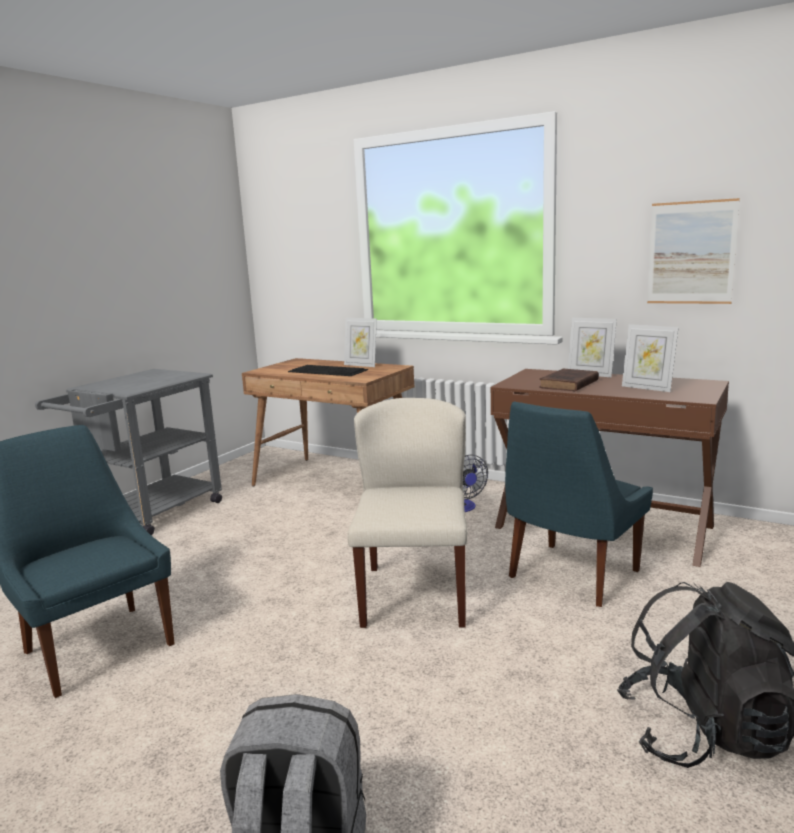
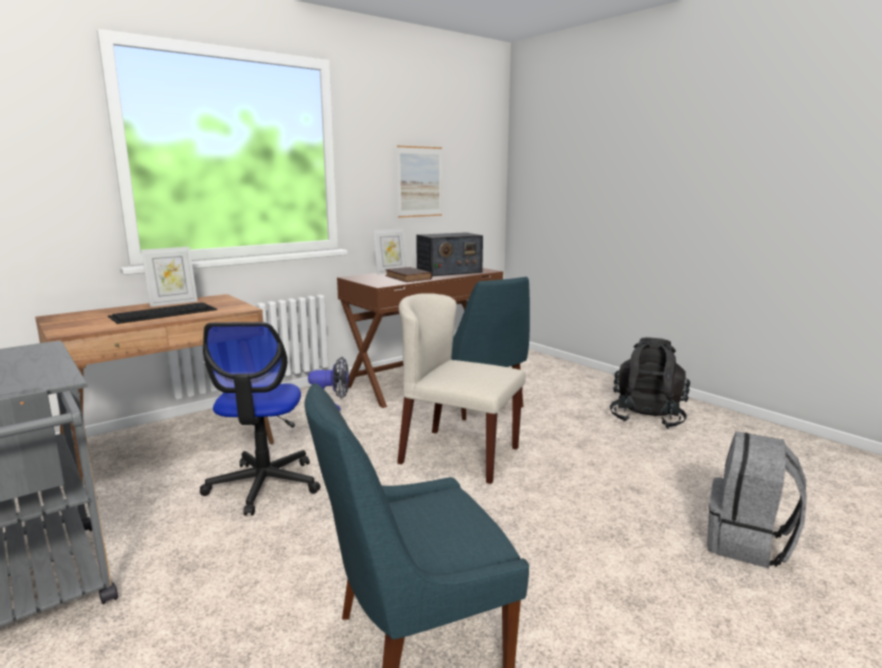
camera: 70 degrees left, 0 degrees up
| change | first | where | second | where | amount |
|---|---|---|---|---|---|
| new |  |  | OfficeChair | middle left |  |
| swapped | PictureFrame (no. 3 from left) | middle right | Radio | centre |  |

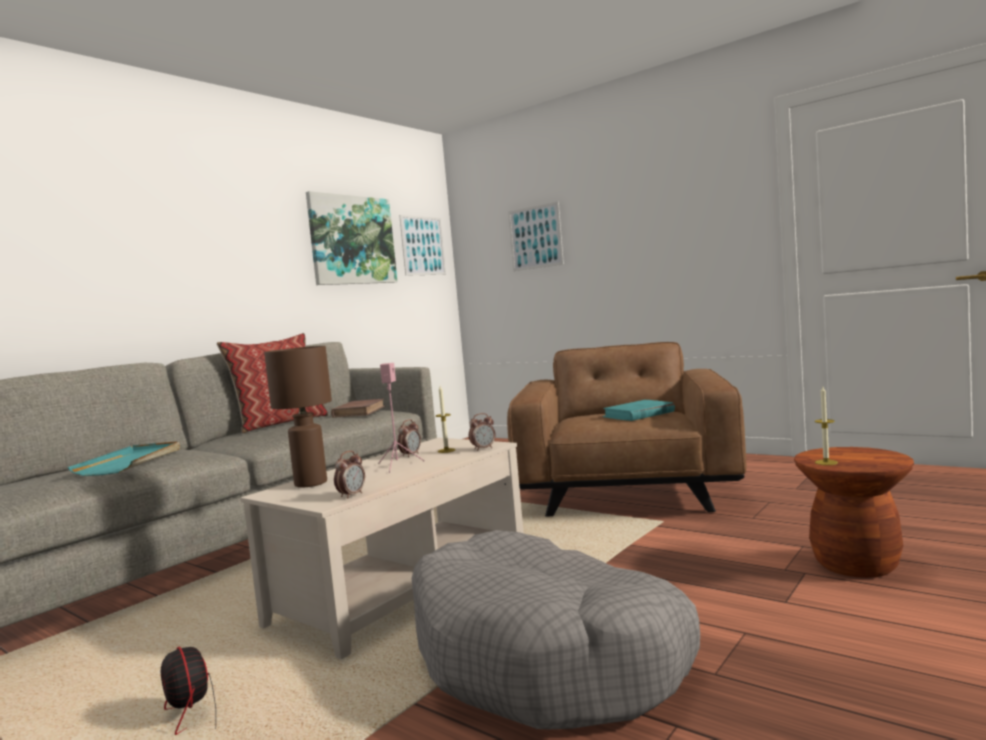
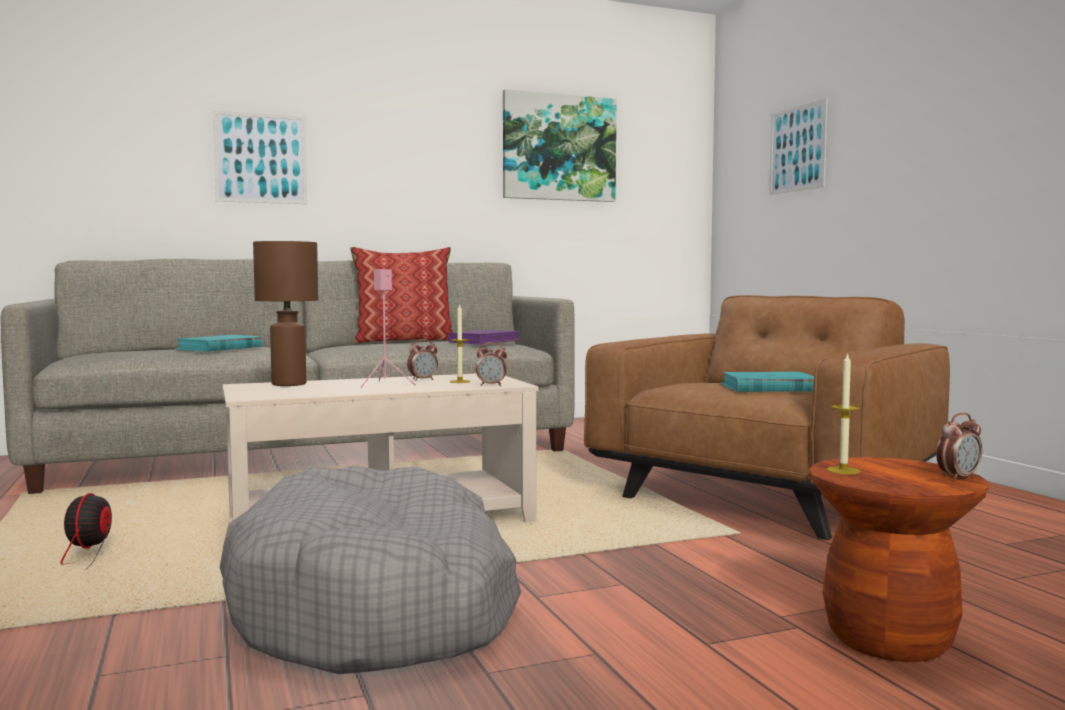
camera: 30 degrees right, 0 degrees up
| change | first | where | second | where | amount |
|---|---|---|---|---|---|
| swapped | TurquoiseTray | middle left | TurquoiseBook (no. 1 from left) | middle left |  |
| shifted | Picture (no. 2 from left in the first image) | top centre | Picture (no. 1 from left) | top left |  |
| repainted | BrownBook | centre | PurpleBook | centre |  |
| shifted | AlarmClock (no. 1 from left in the first image) | centre | AlarmClock (no. 3 from left) | middle right |  |

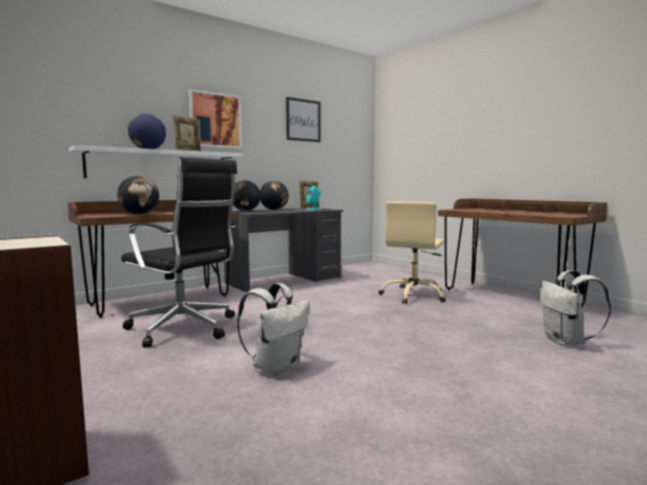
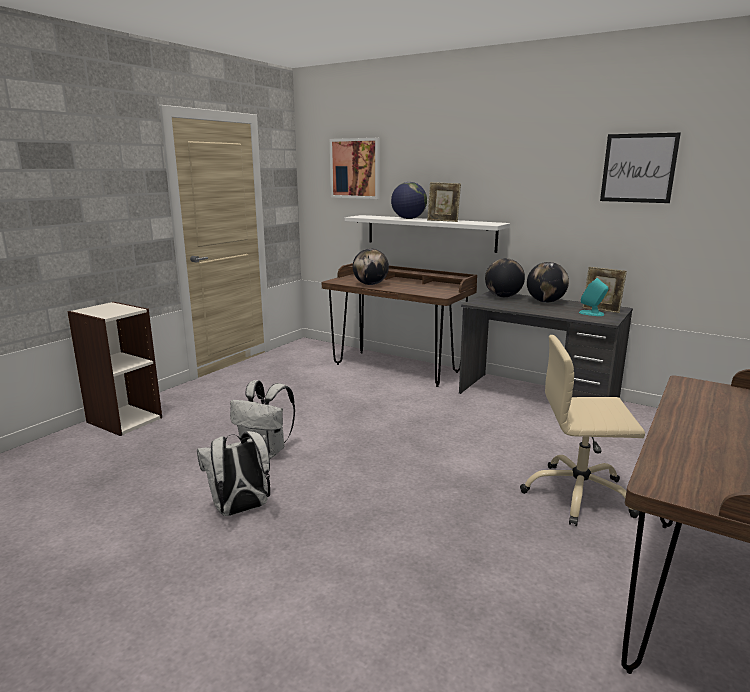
camera: 70 degrees right, 10 degrees up
| change | first | where | second | where | amount |
|---|---|---|---|---|---|
| shifted | WhiteBackpack (no. 2 from left in the first image) | middle right | WhiteBackpack (no. 1 from left) | bottom left |  |
| shifted | Picture (no. 1 from left) | top left |  | top centre |  |
| gone | BlackOfficeChair | middle left |  |  |  |

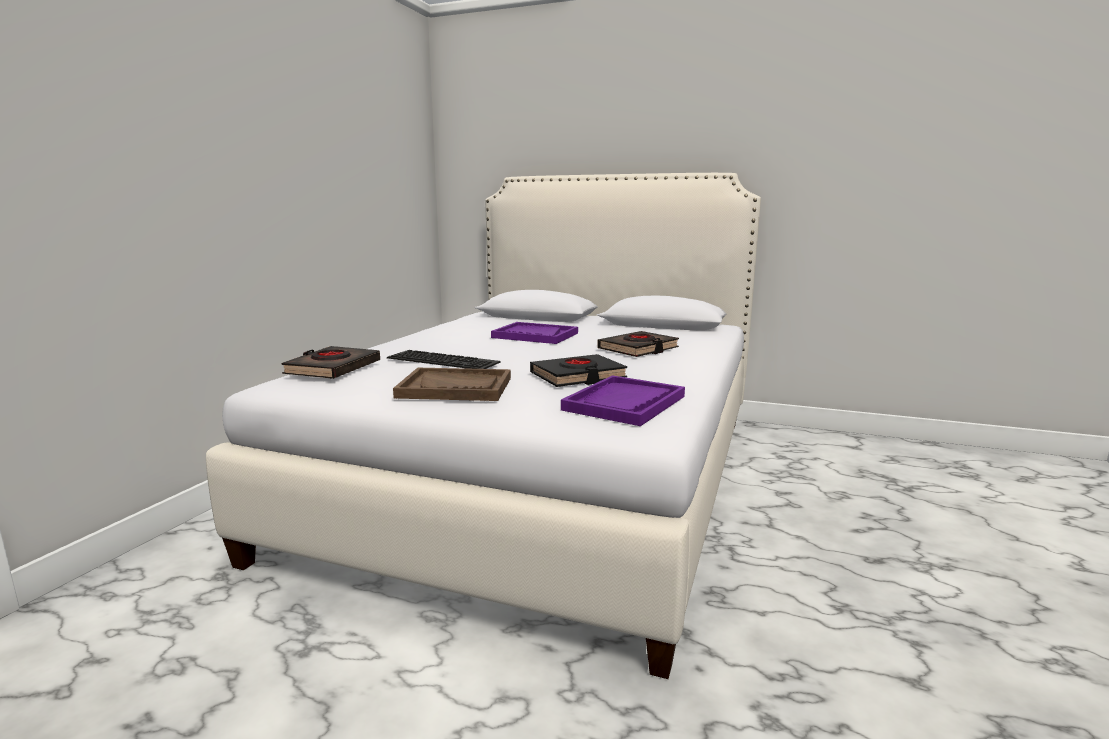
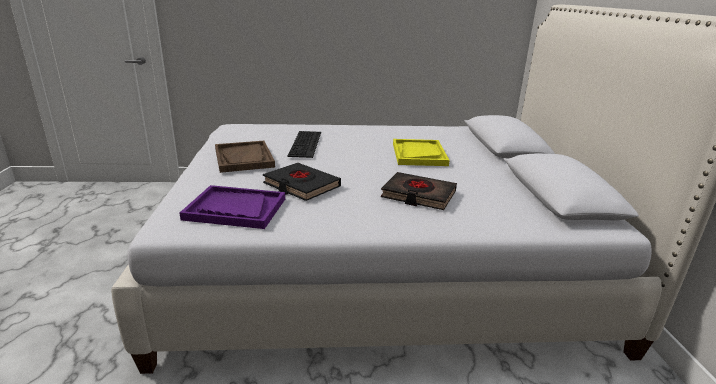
camera: 65 degrees right, 10 degrees up
| change | first | where | second | where | amount |
|---|---|---|---|---|---|
| repainted | PurpleTray (no. 1 from left) | centre | YellowTray | centre |  |
| gone | BlackBook (no. 1 from left) | middle left |  |  |  |

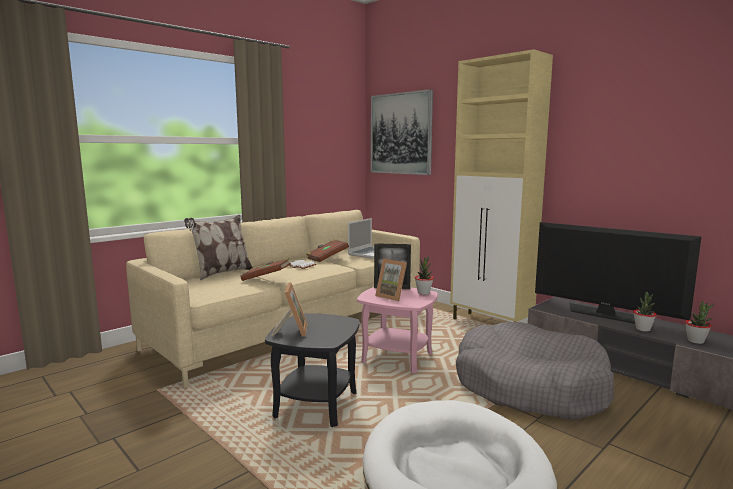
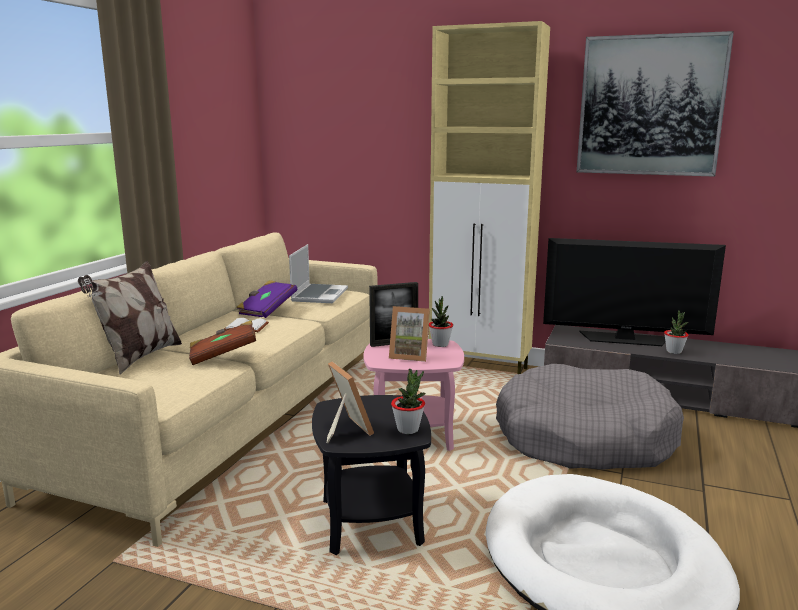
camera: 25 degrees left, 5 degrees up
| change | first | where | second | where | amount |
|---|---|---|---|---|---|
| repainted | BrownBook (no. 2 from left) | centre | PurpleBook | centre |  |
| shifted | PottedPlant (no. 3 from left in the first image) | middle right | PottedPlant (no. 1 from left) | centre |  |
| shifted | Picture | top centre |  | top right |  |

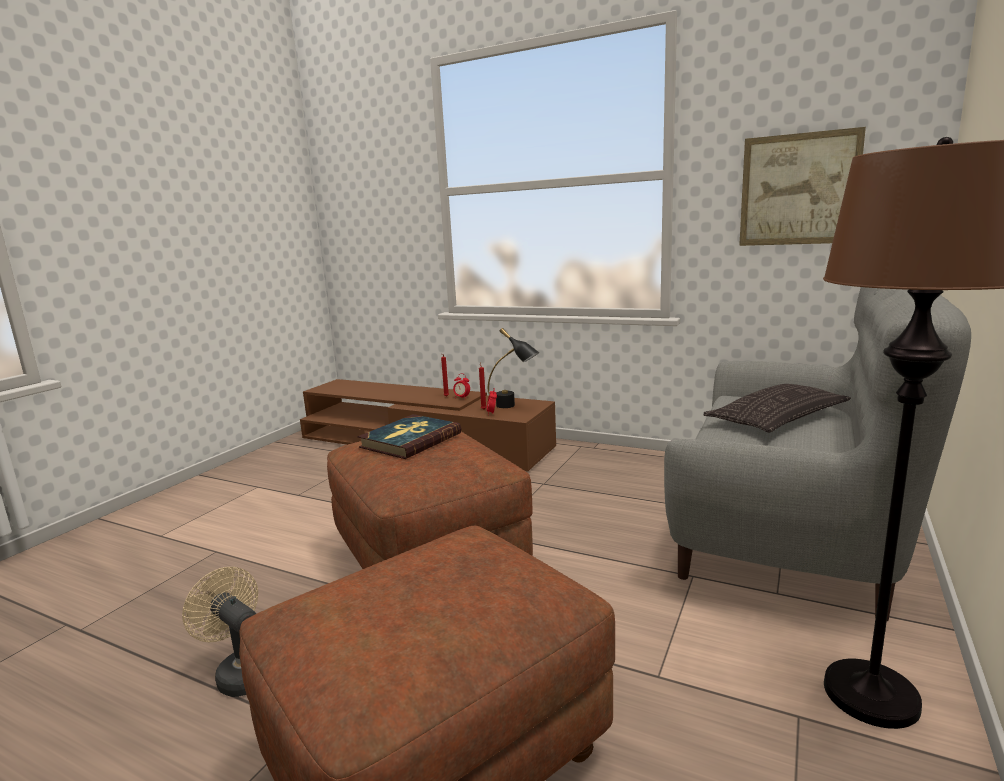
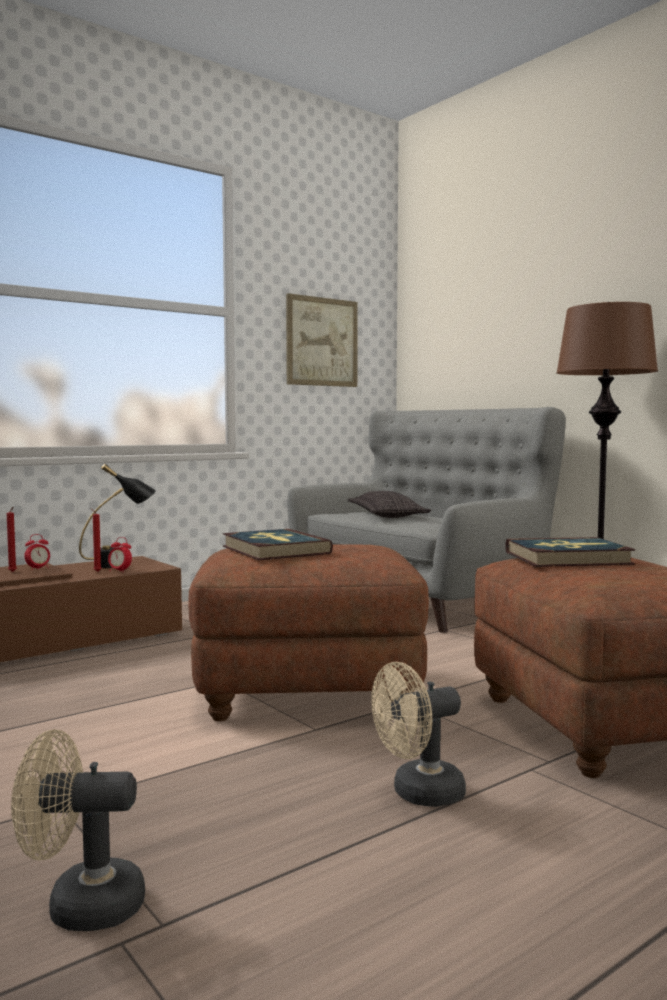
camera: 65 degrees left, 10 degrees down
| change | first | where | second | where | amount |
|---|---|---|---|---|---|
| new |  |  | BeigeFan (no. 1 from left) | bottom left |  |
| new |  |  | Book (no. 2 from left) | middle right |  |

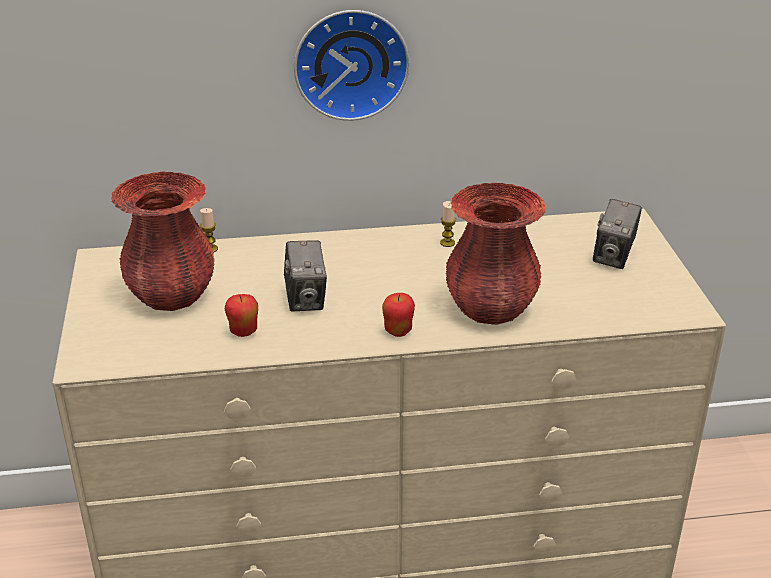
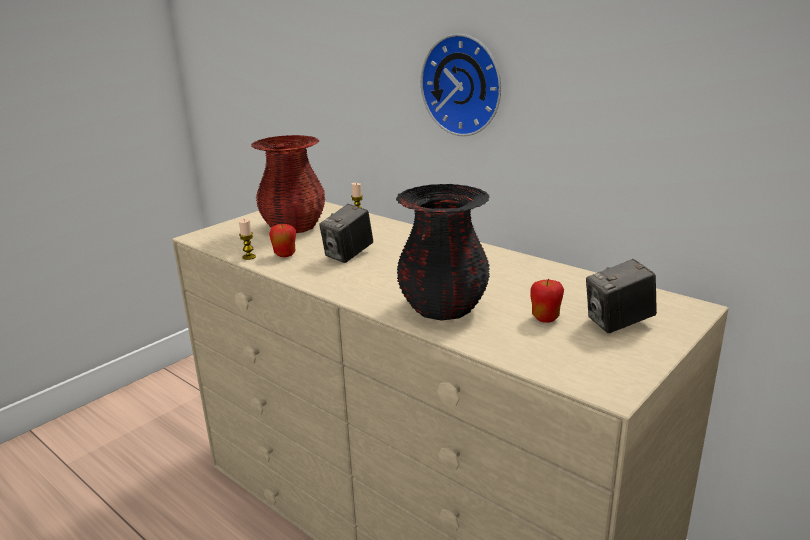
camera: 50 degrees right, 10 degrees down
| change | first | where | second | where | amount |
|---|---|---|---|---|---|
| shifted | Candle (no. 2 from left in the first image) | centre | Candle (no. 1 from left) | middle left |  |
| repainted | RedVase (no. 2 from left) | centre | BlackVase | centre |  |
| shifted | Apple (no. 2 from left) | centre |  | middle right |  |

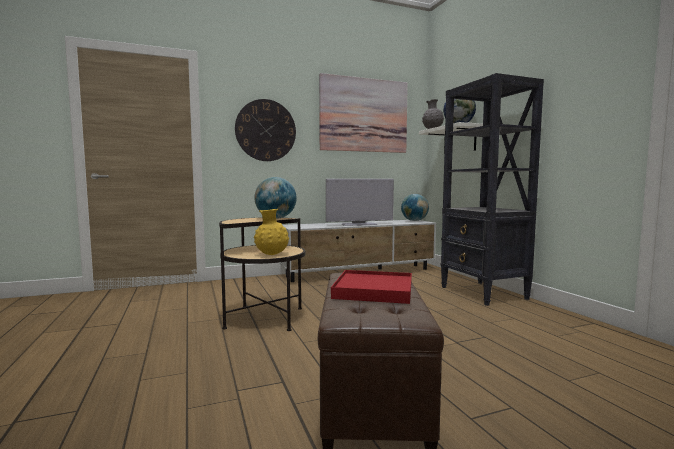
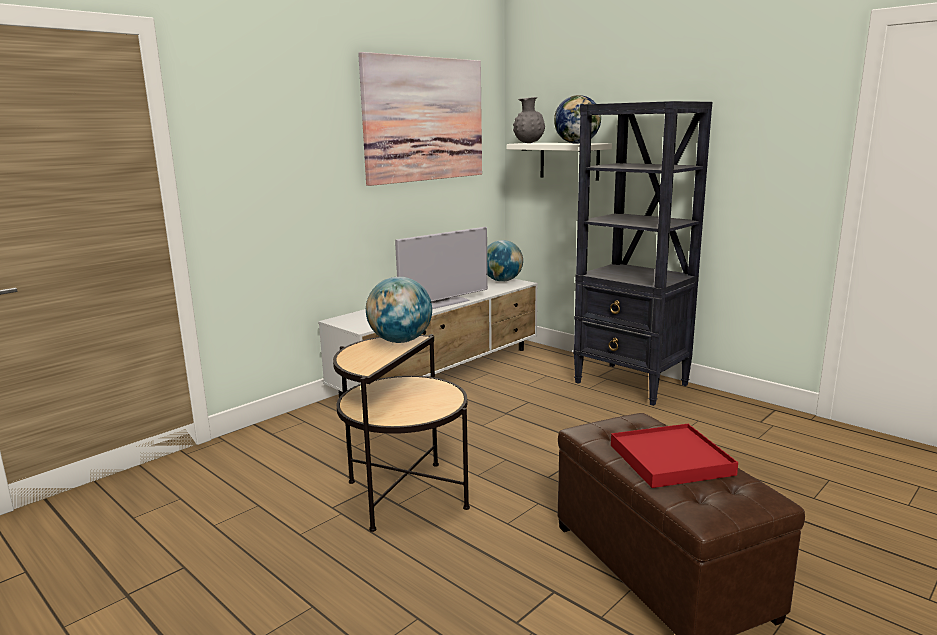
camera: 25 degrees left, 10 degrees up
| change | first | where | second | where | amount |
|---|---|---|---|---|---|
| gone | WallClock | top centre |  |  |  |
| gone | YellowVase | centre |  |  |  |

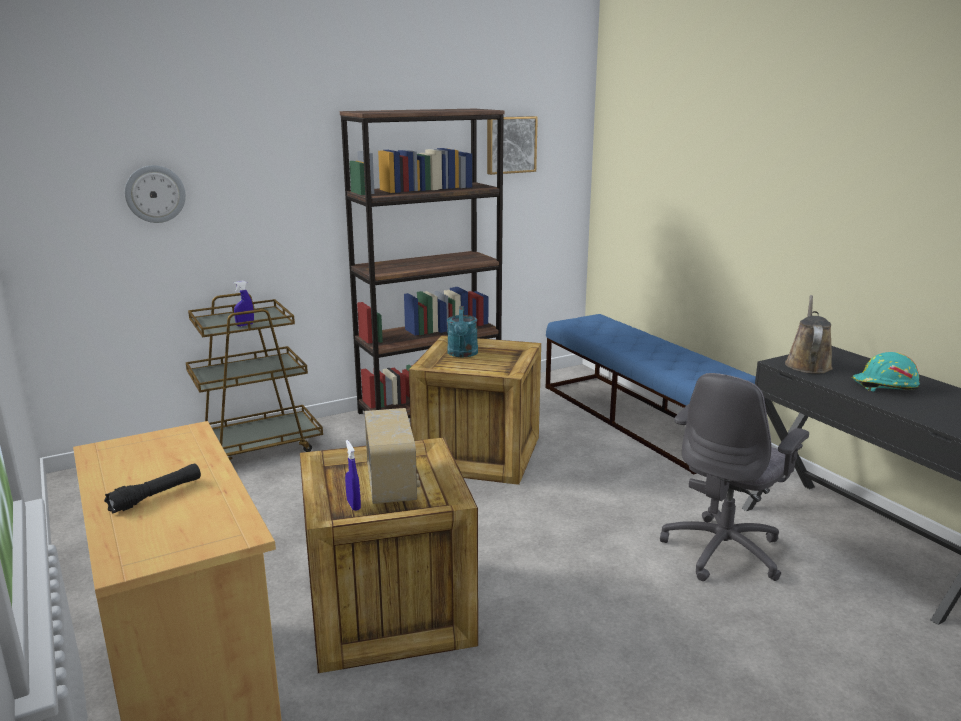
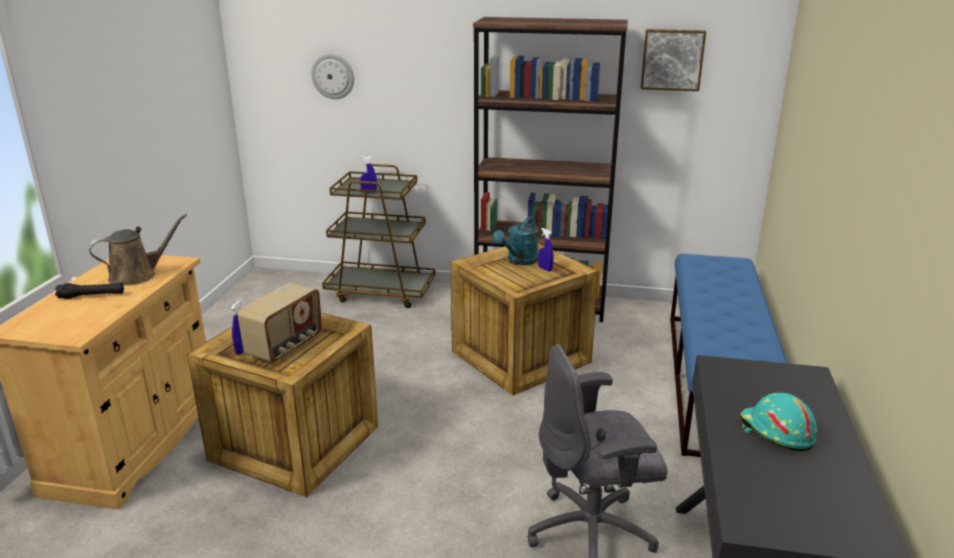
camera: 40 degrees right, 5 degrees up
| change | first | where | second | where | amount |
|---|---|---|---|---|---|
| shifted | BrownWateringCan | middle right |  | middle left |  |
| new |  |  | BlueSprayBottle (no. 3 from left) | centre |  |

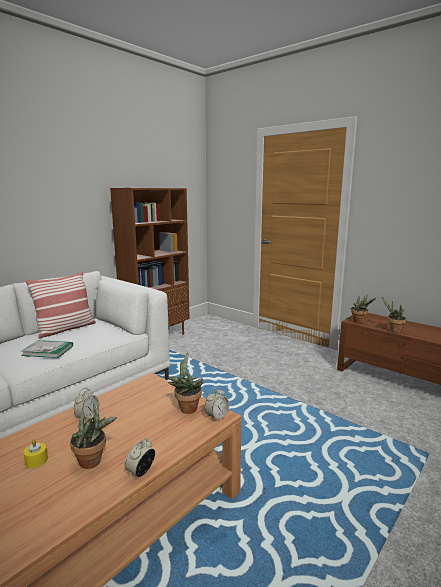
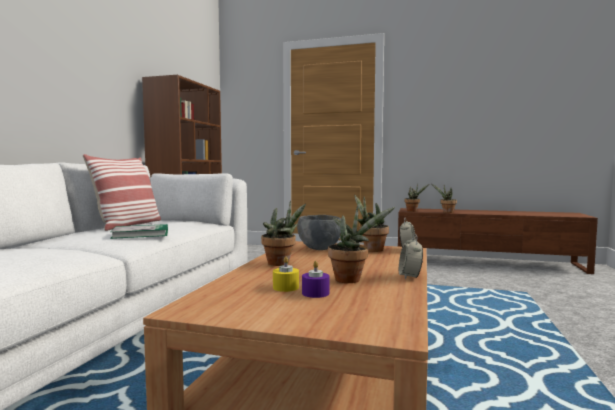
camera: 25 degrees left, 10 degrees down
| change | first | where | second | where | amount |
|---|---|---|---|---|---|
| swapped | AlarmClock (no. 1 from left) | bottom left | PottedPlant (no. 1 from left) | centre |  |
| new |  |  | GreyBowl | centre |  |
| new |  |  | PurpleCandle | bottom centre |  |

